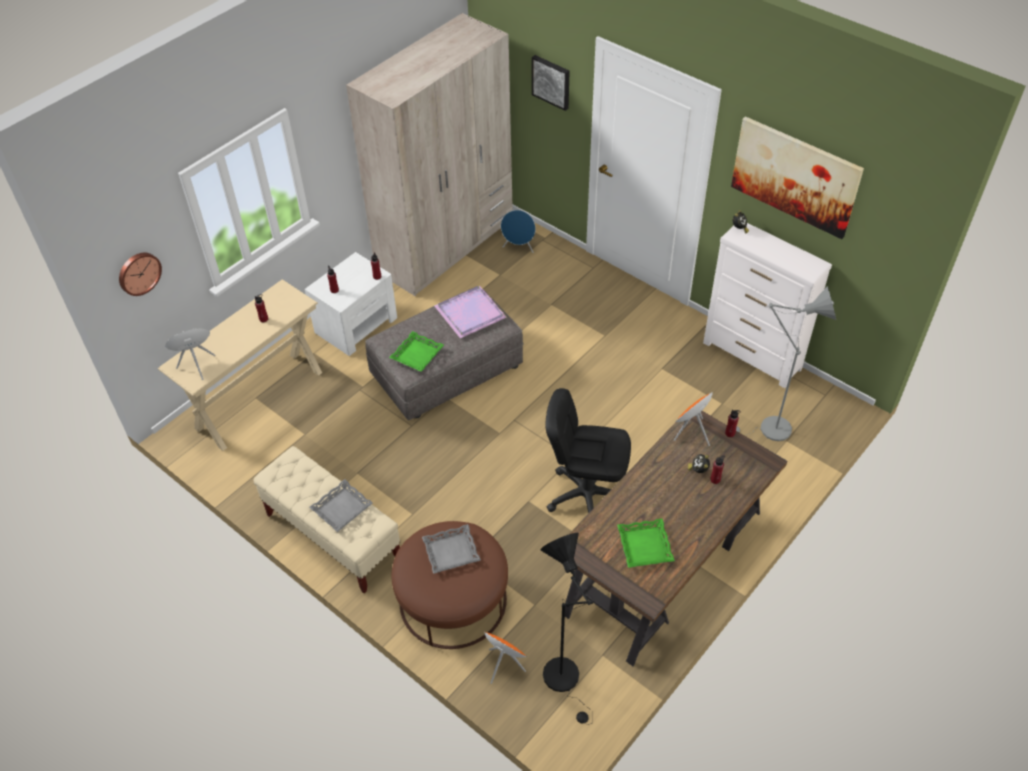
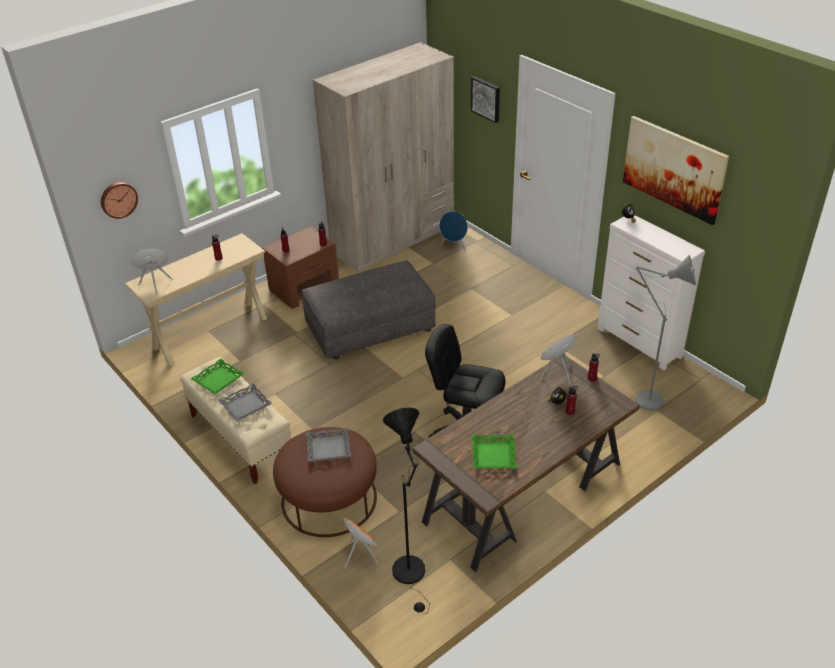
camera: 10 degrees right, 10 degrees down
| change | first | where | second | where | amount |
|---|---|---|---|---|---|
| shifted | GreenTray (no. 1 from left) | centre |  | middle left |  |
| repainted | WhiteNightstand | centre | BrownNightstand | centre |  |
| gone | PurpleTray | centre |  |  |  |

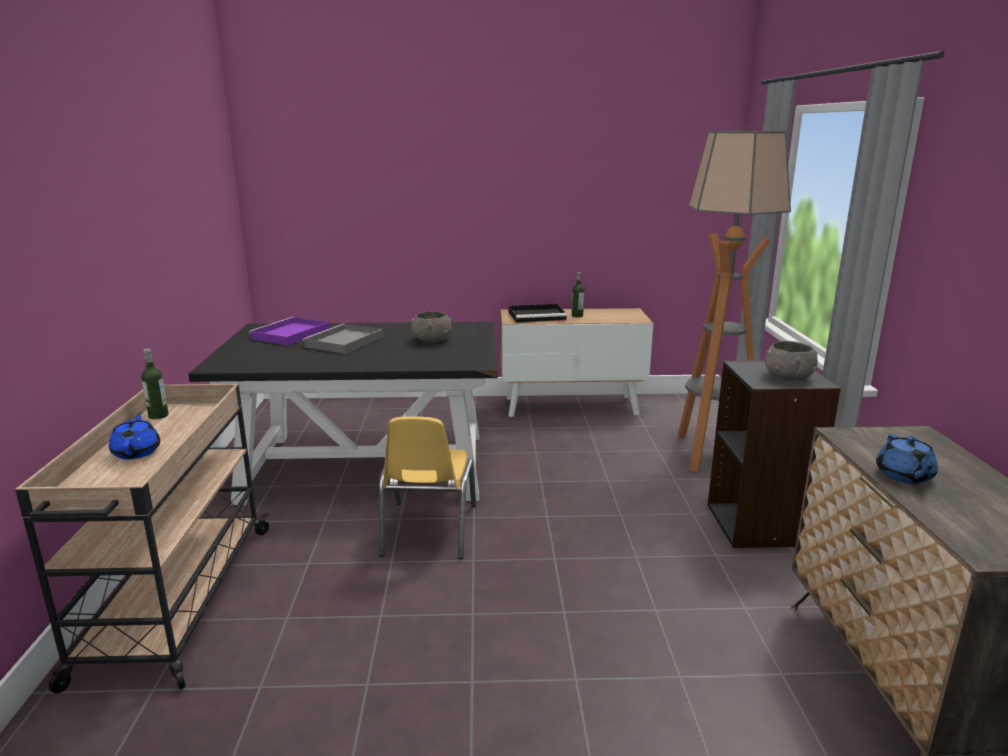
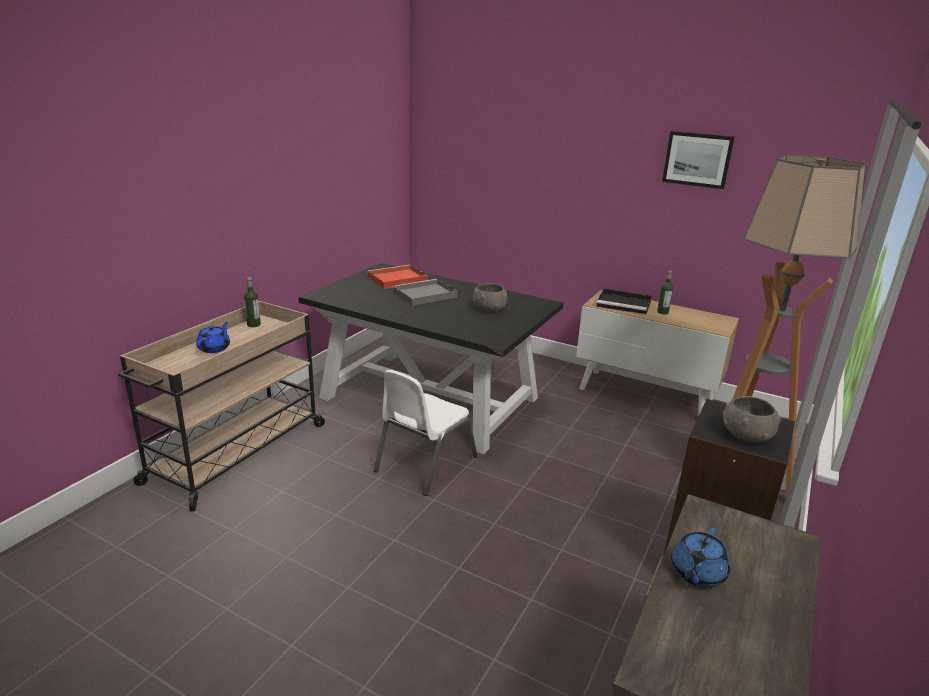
camera: 30 degrees right, 5 degrees up
| change | first | where | second | where | amount |
|---|---|---|---|---|---|
| repainted | PurpleTray | middle left | RedTray | centre |  |
| repainted | YellowChair | centre | WhiteChair | centre |  |
| new |  |  | Picture | top right |  |

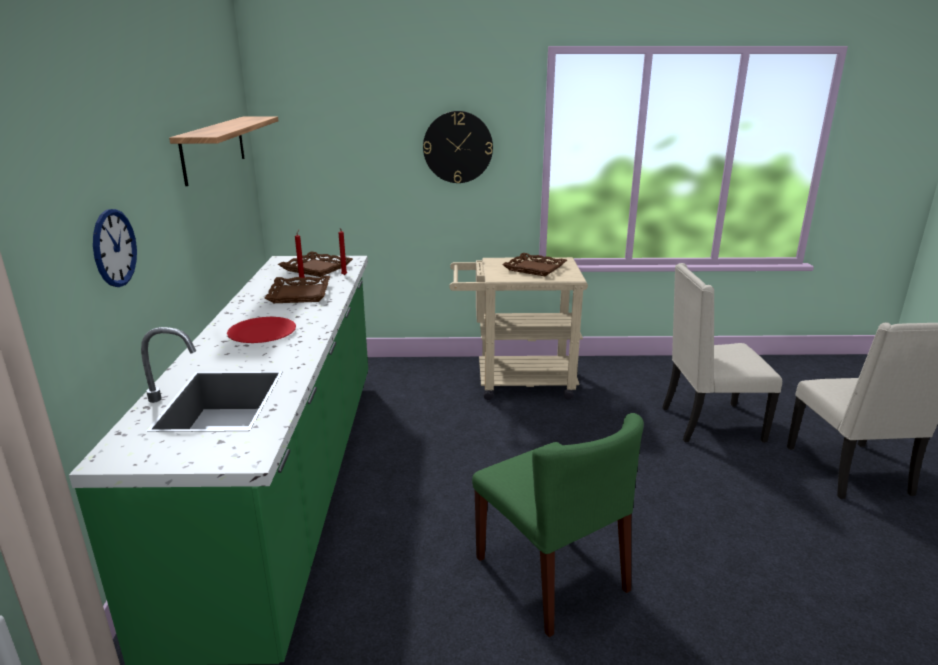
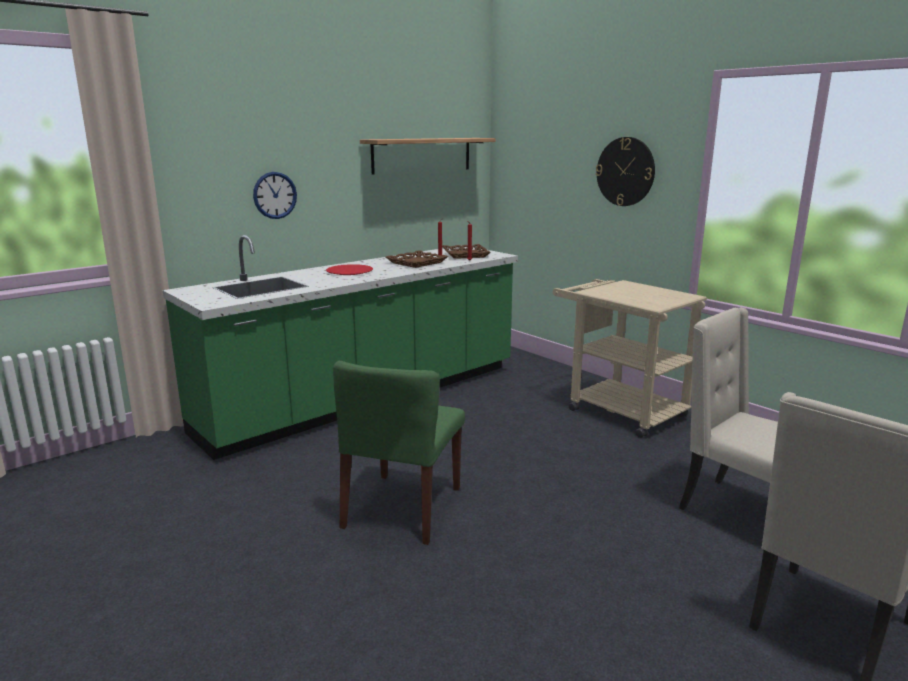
camera: 50 degrees right, 5 degrees down
| change | first | where | second | where | amount |
|---|---|---|---|---|---|
| gone | BrownTray (no. 3 from left) | centre |  |  |  |

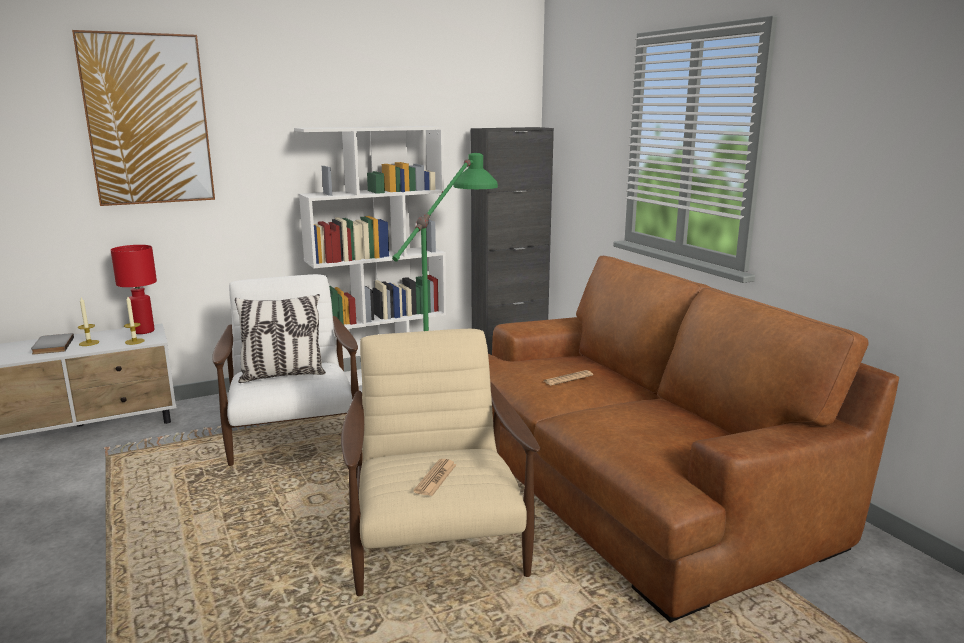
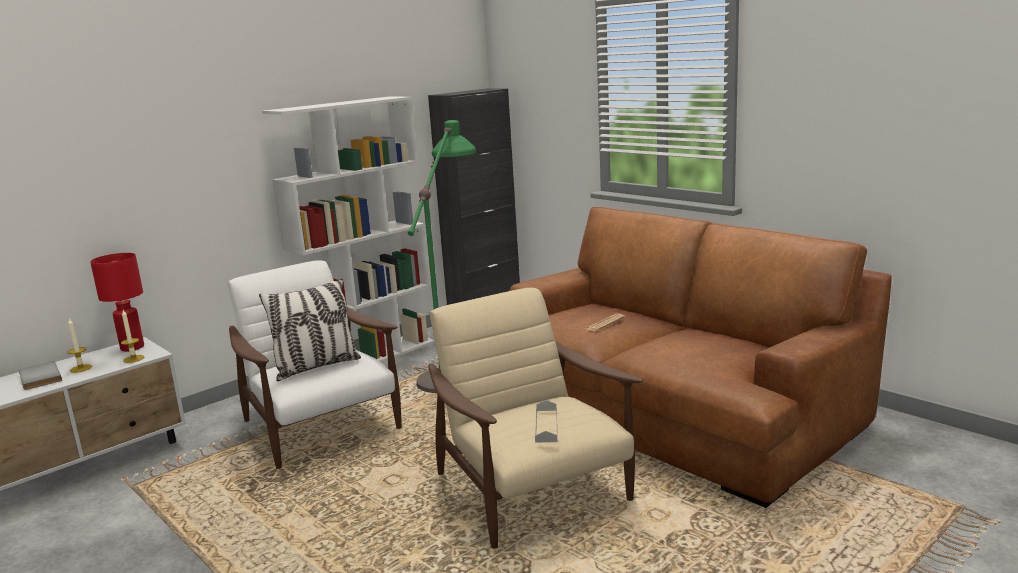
camera: 15 degrees left, 0 degrees up
| change | first | where | second | where | amount |
|---|---|---|---|---|---|
| swapped | Newspaper (no. 1 from left) | bottom centre | GreyTray | bottom centre |  |
| gone | Picture | top left |  |  |  |

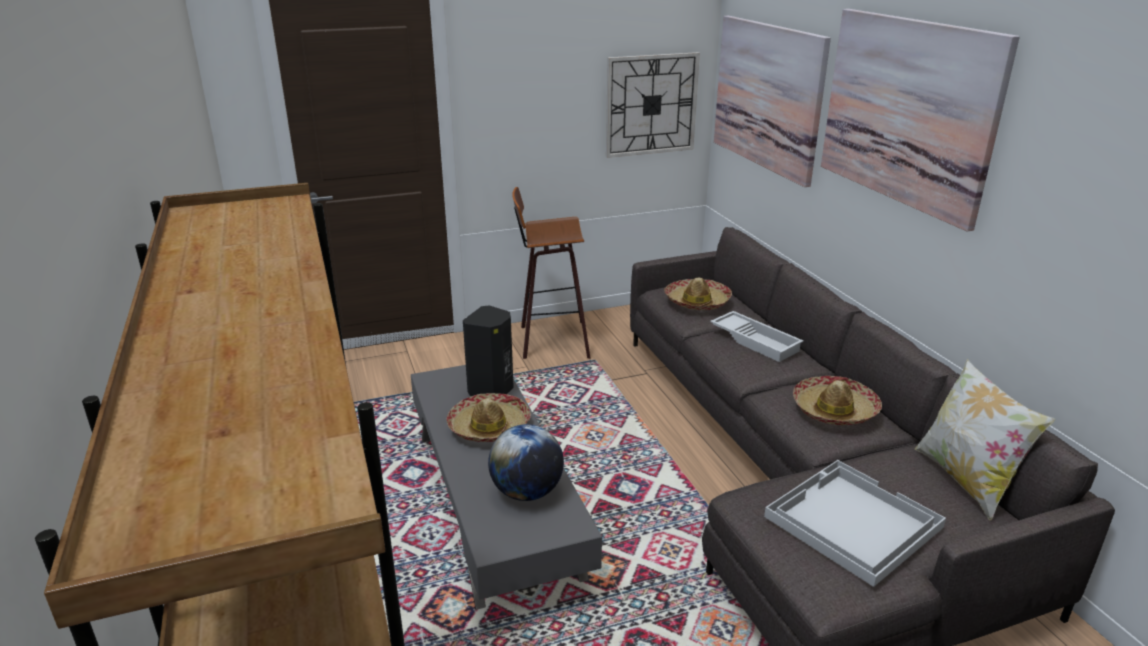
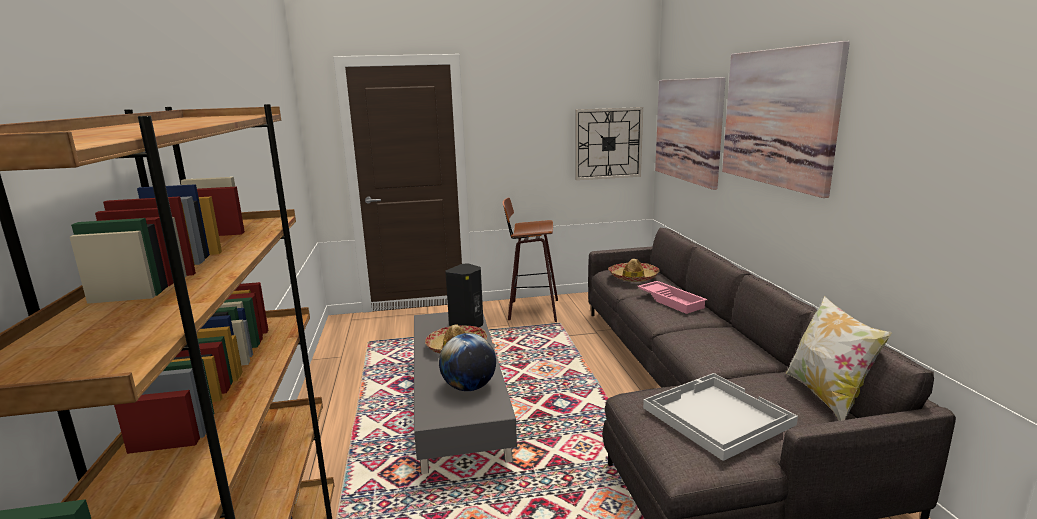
camera: 10 degrees right, 10 degrees down
| change | first | where | second | where | amount |
|---|---|---|---|---|---|
| repainted | WhiteTray (no. 1 from left) | centre | PinkTray | centre |  |
| gone | Hat (no. 3 from left) | middle right |  |  |  |

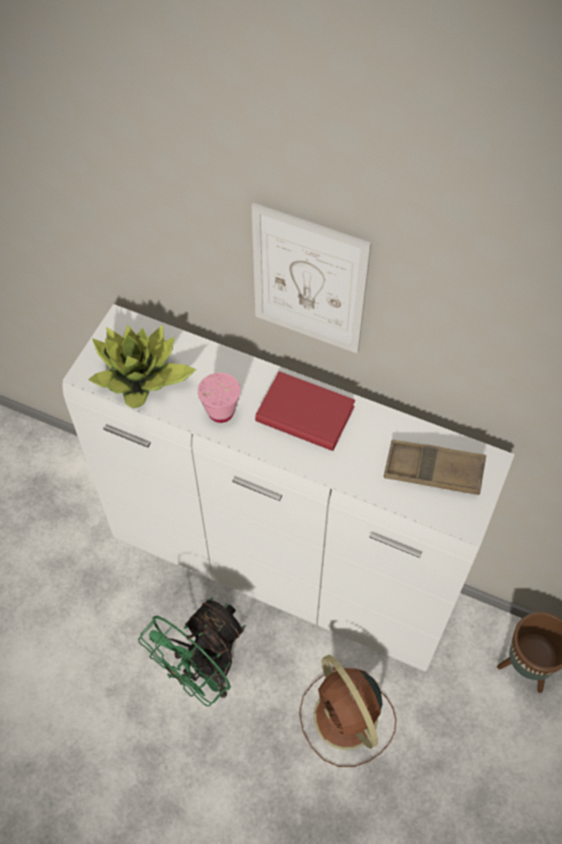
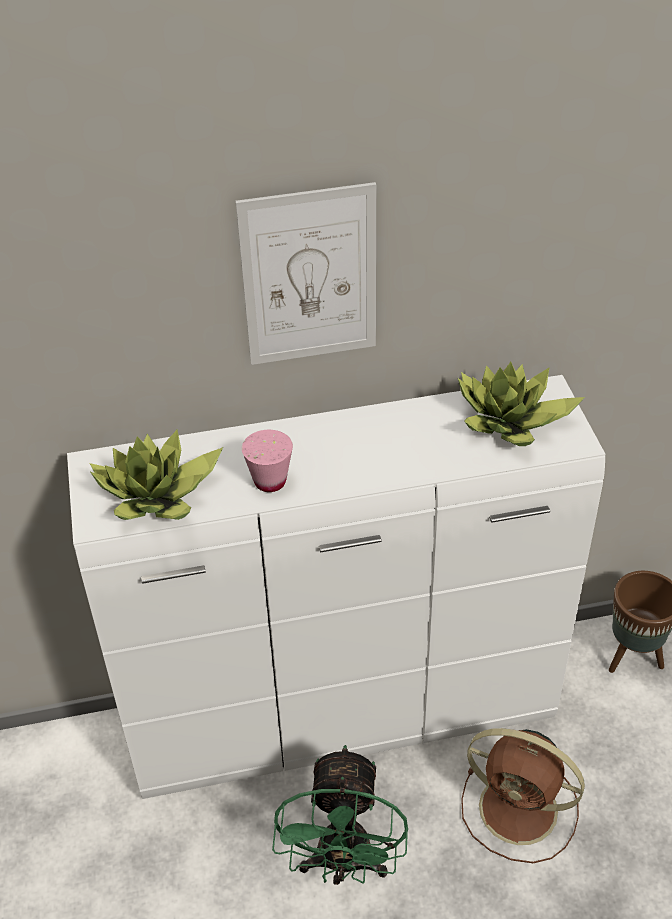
camera: 35 degrees left, 15 degrees down
| change | first | where | second | where | amount |
|---|---|---|---|---|---|
| swapped | BrownTray | middle right | PottedPlant (no. 2 from left) | middle right |  |
| gone | RedBook | centre |  |  |  |

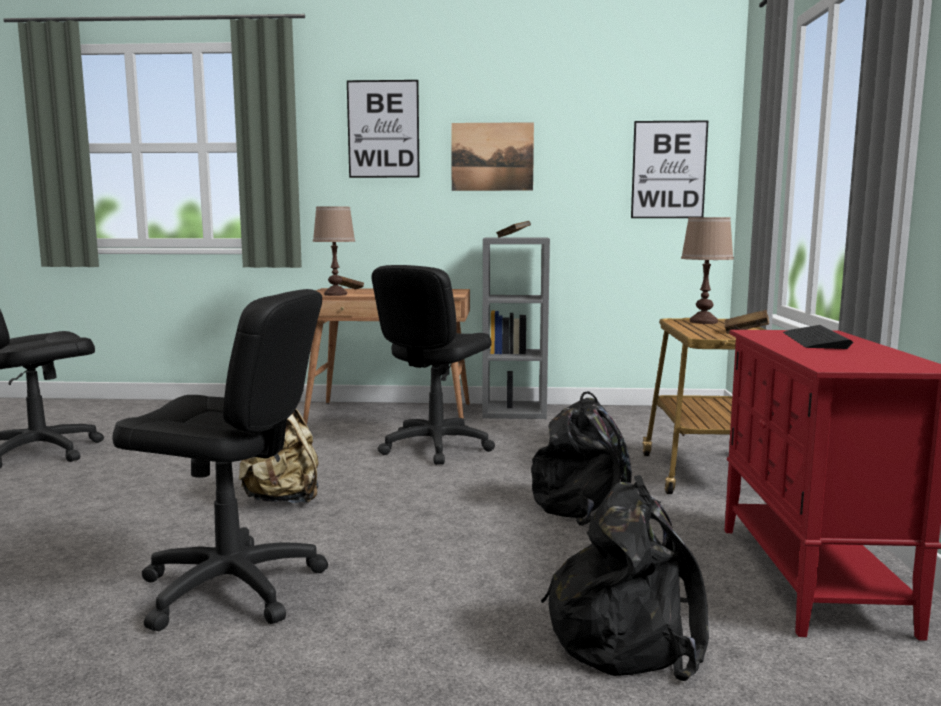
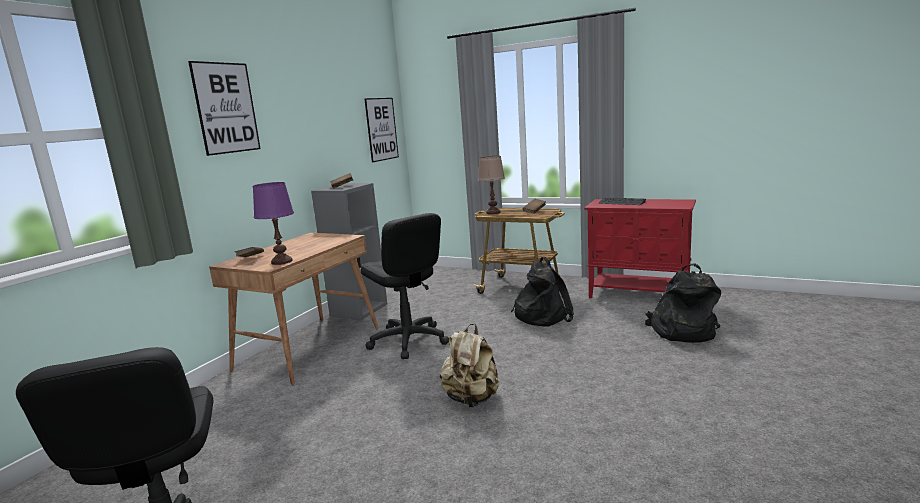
camera: 65 degrees left, 5 degrees up
| change | first | where | second | where | amount |
|---|---|---|---|---|---|
| repainted | BrownTableLamp (no. 1 from left) | centre | PurpleTableLamp | middle left |  |
| gone | BlackOfficeChair (no. 2 from left) | middle left |  |  |  |
| gone | Picture (no. 2 from left) | top centre |  |  |  |

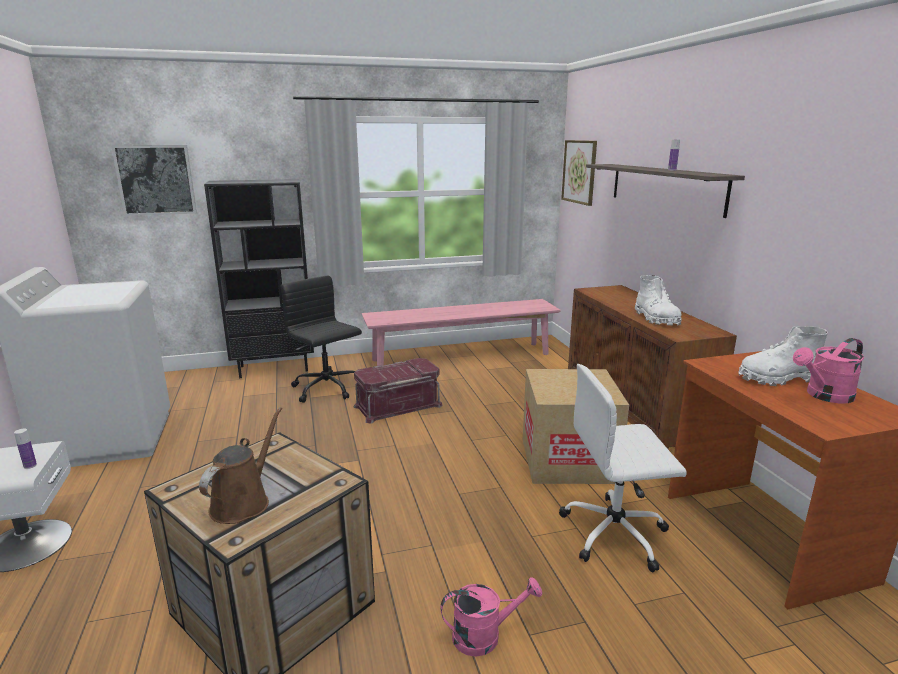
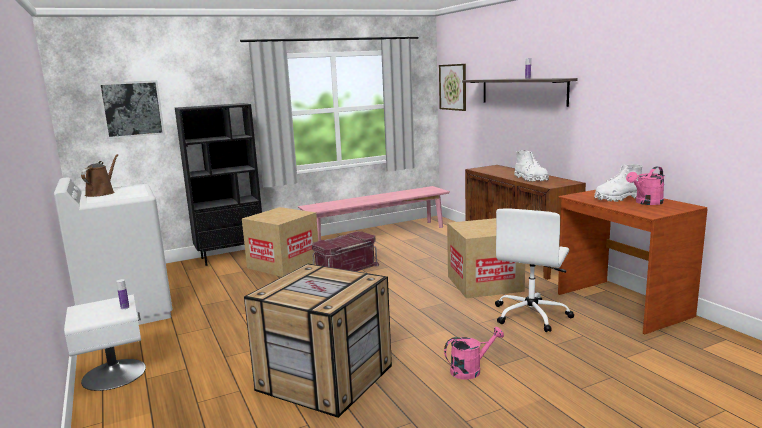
camera: 10 degrees left, 5 degrees down
| change | first | where | second | where | amount |
|---|---|---|---|---|---|
| shifted | BrownWateringCan | bottom left |  | middle left |  |
| swapped | BlackOfficeChair | centre | CardboardBox (no. 1 from left) | centre |  |
| rotated | WhiteOfficeChair | bottom right |  | middle right | 45 degrees counterclockwise |

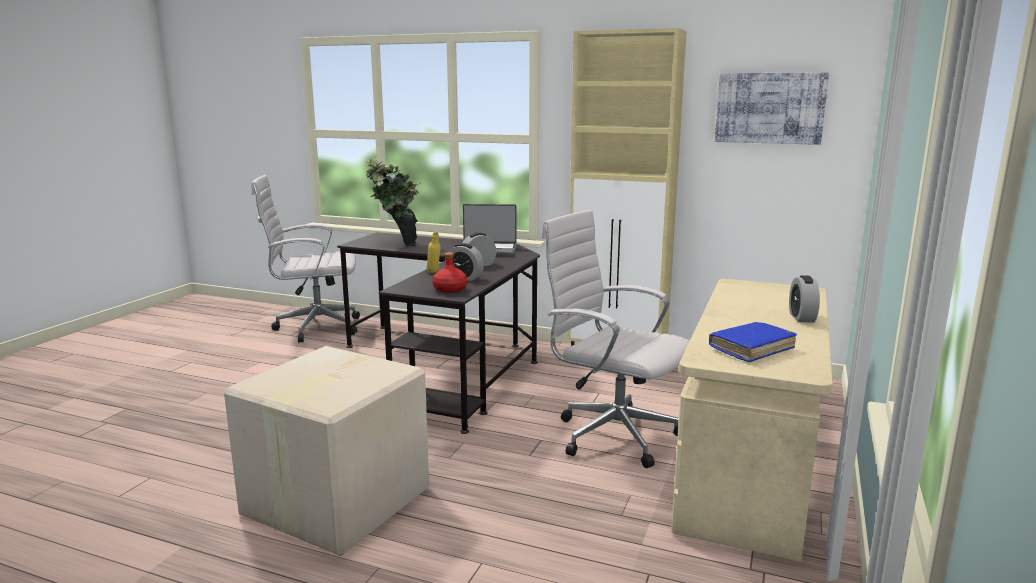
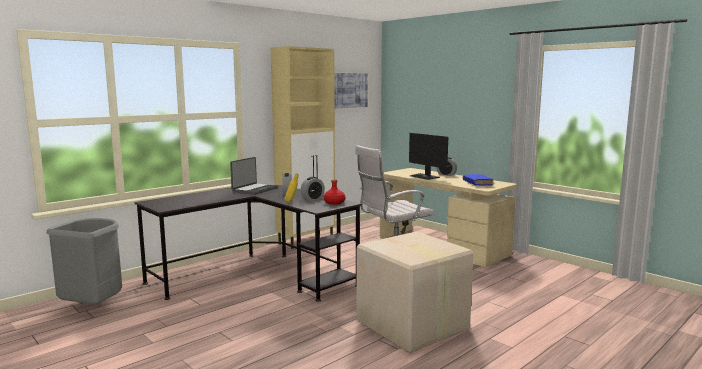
camera: 65 degrees left, 5 degrees down
| change | first | where | second | where | amount |
|---|---|---|---|---|---|
| swapped | WhiteOfficeChair (no. 1 from left) | middle left | GreyTrashCan | bottom left |  |
| new |  |  | Monitor | centre |  |
| gone | PottedPlant | centre |  |  |  |

